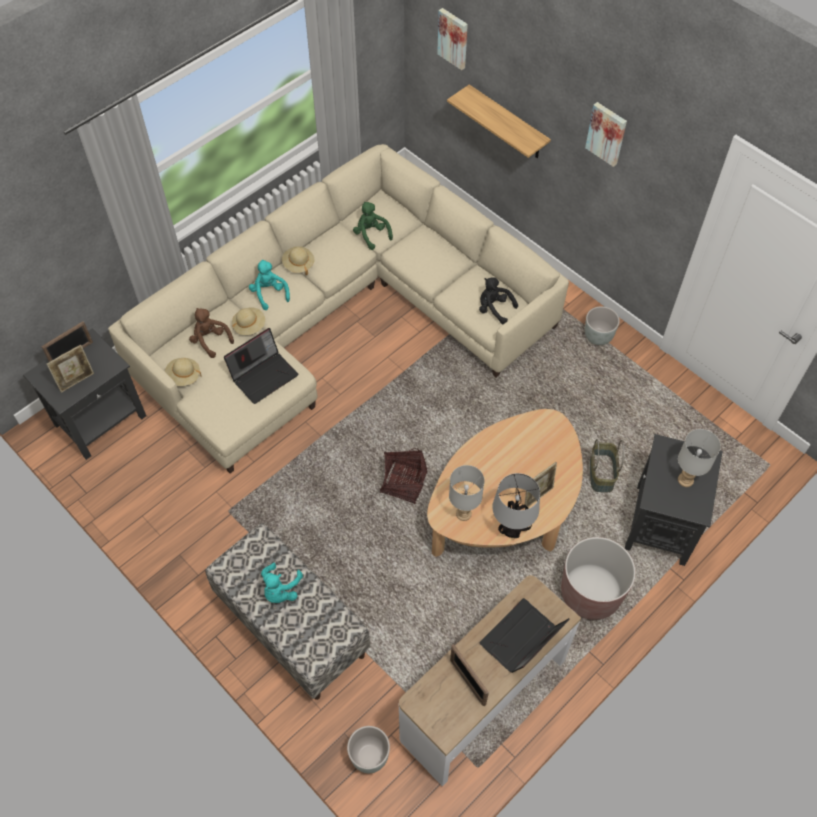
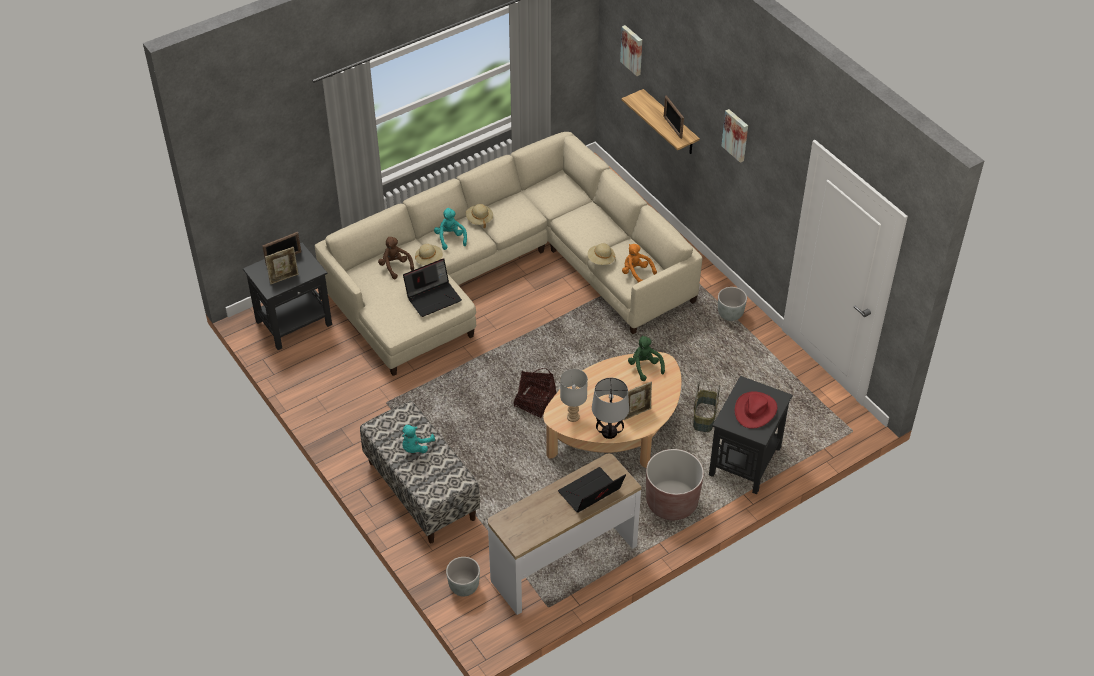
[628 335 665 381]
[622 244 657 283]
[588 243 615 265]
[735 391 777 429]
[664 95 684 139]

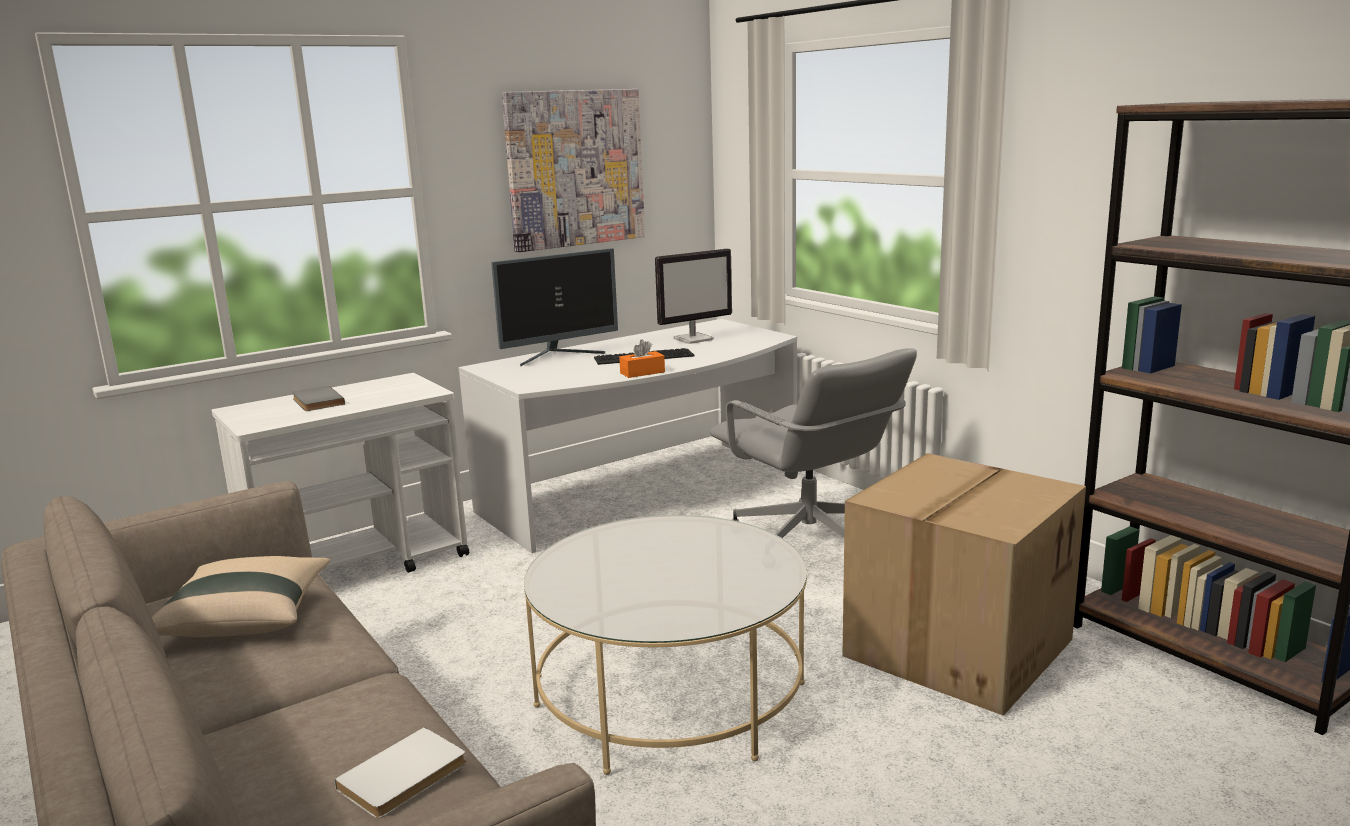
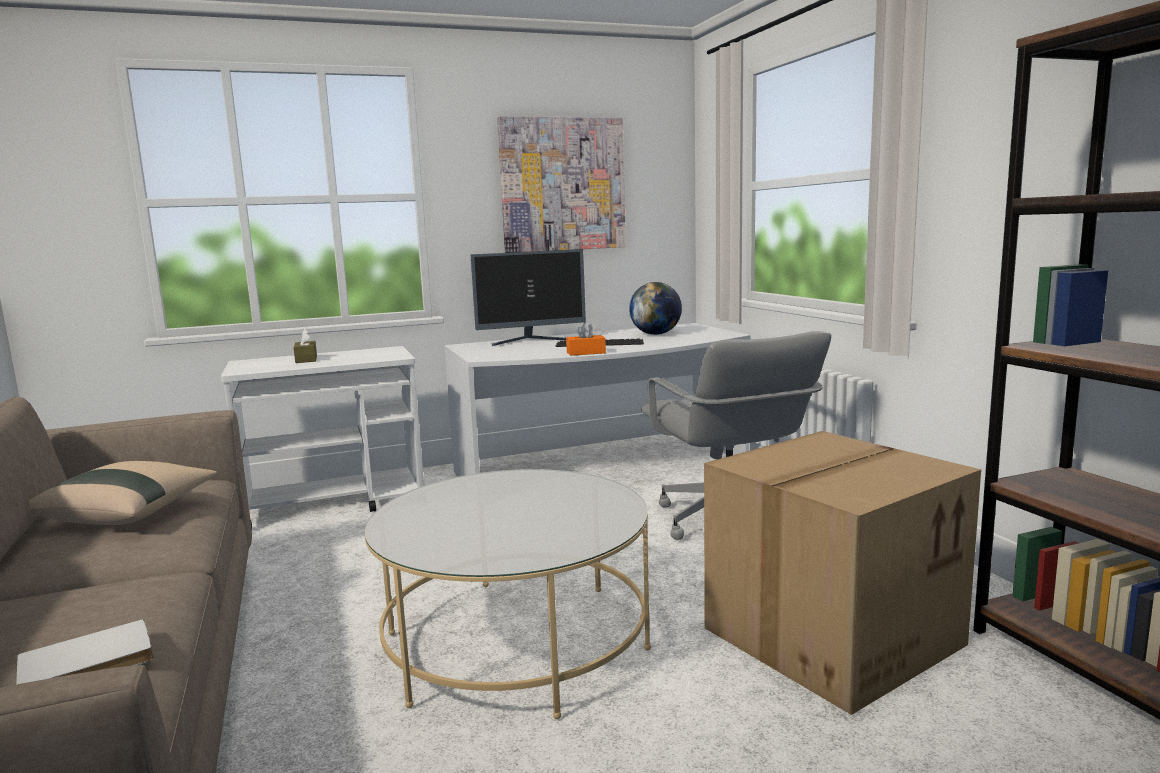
[629 282 682 335]
[293 328 317 363]

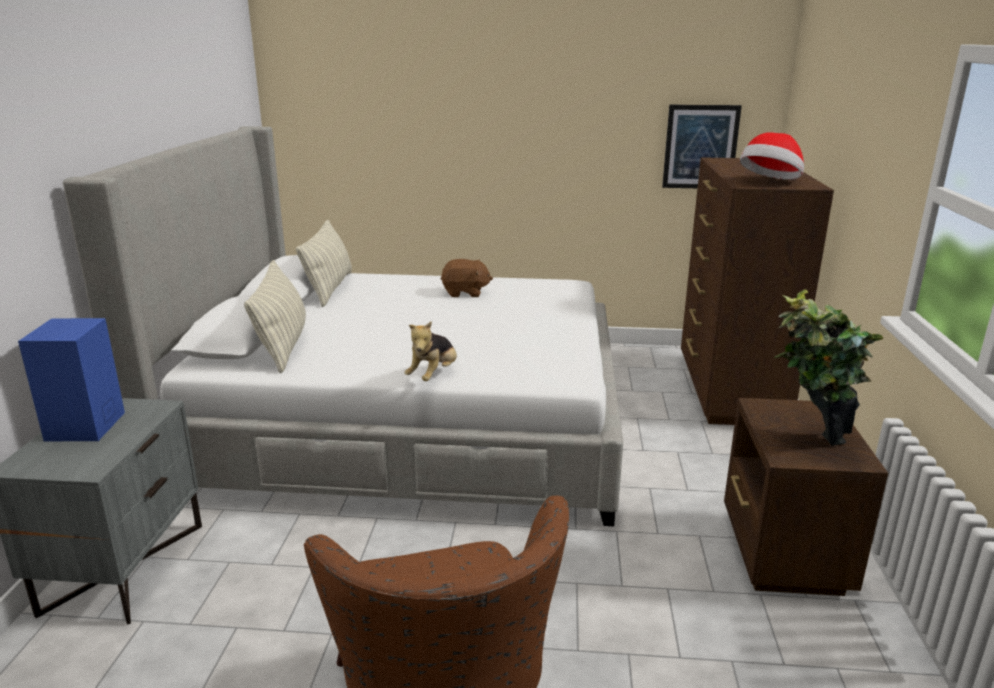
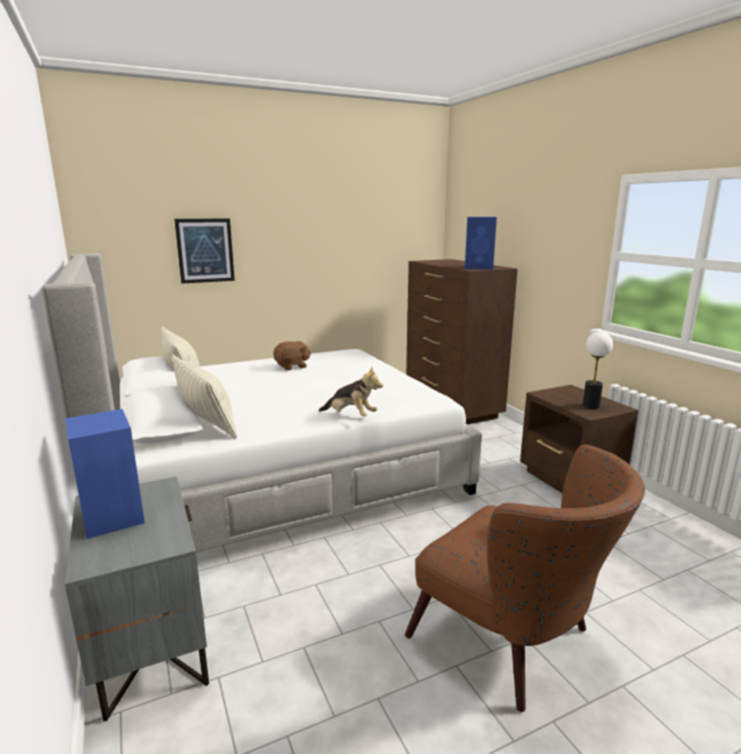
[174 218 235 284]
[465 217 497 269]
[583 332 613 409]
[319 367 383 416]

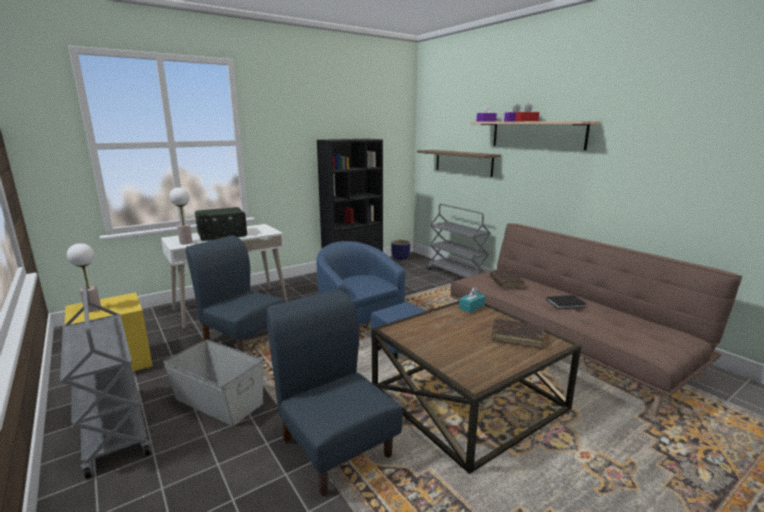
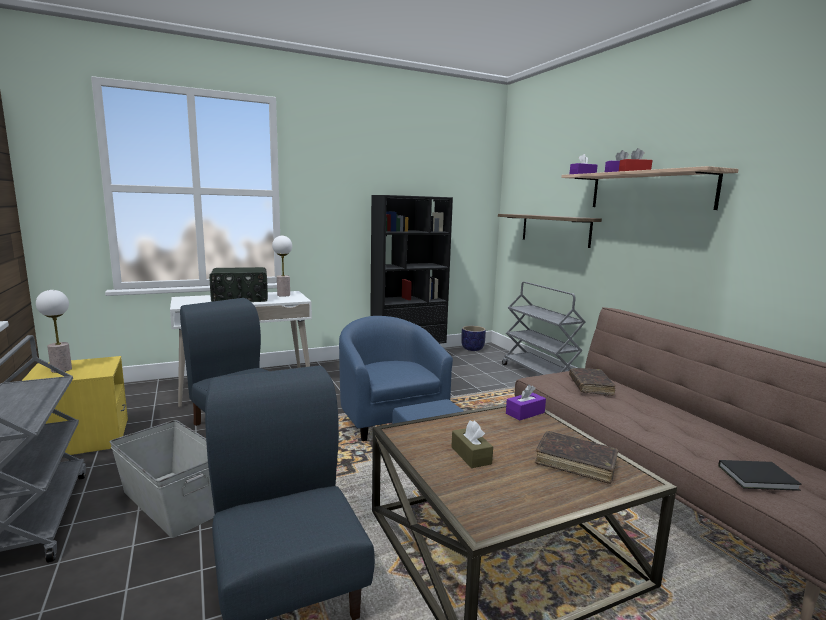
[272 236 292 297]
[506 385 546 421]
[718 460 802 491]
[451 421 493 468]

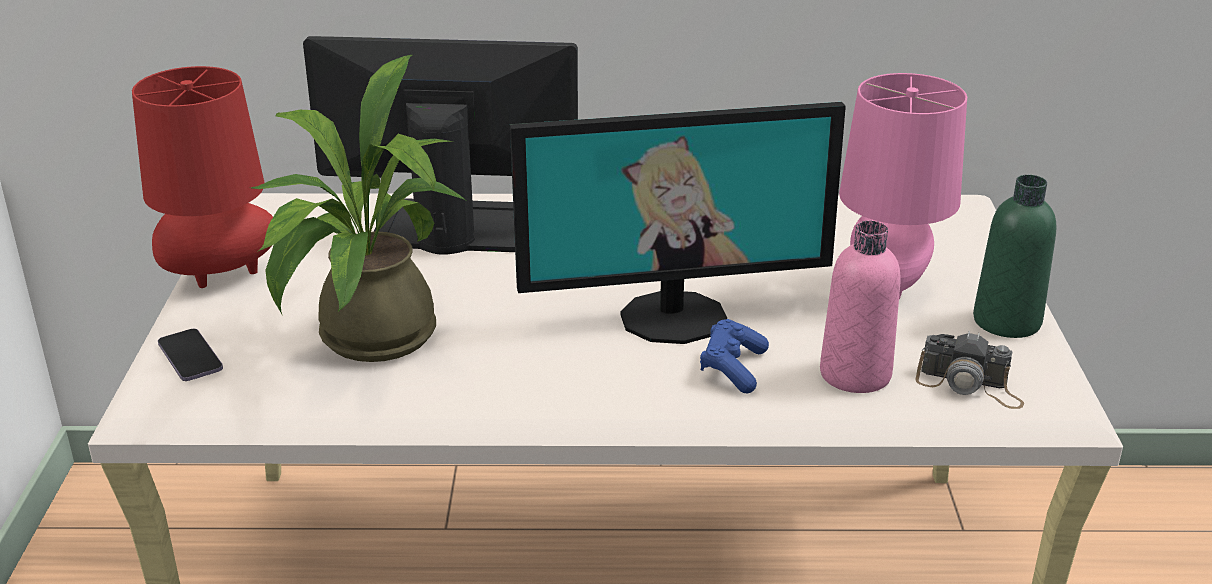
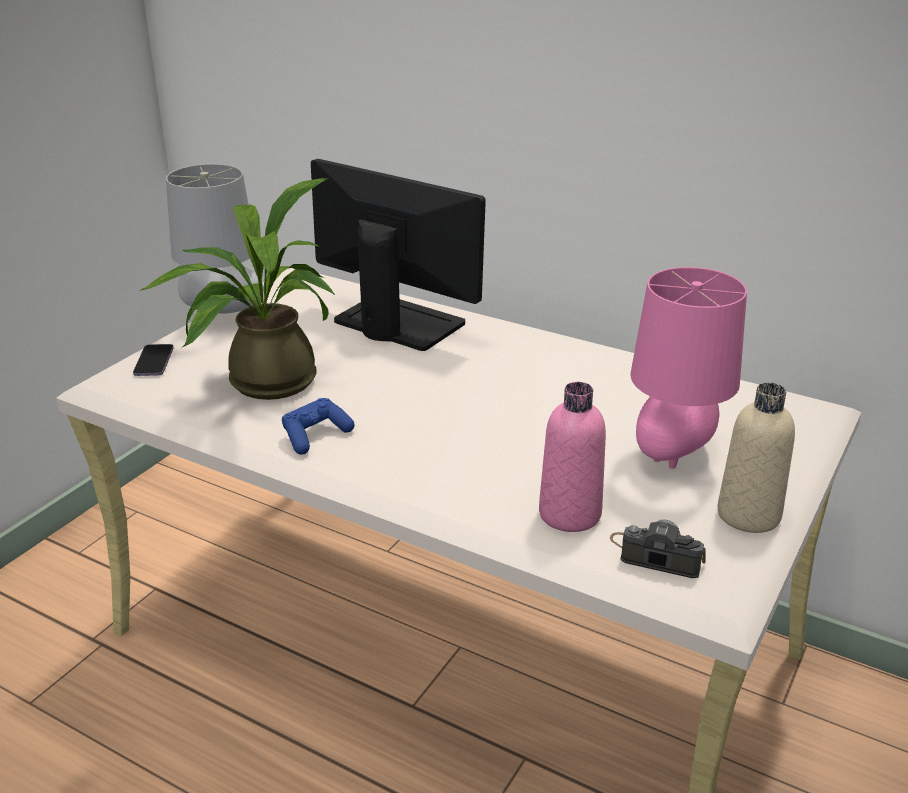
[166 164 264 313]
[510 102 846 344] (first image)
[717 383 795 533]
[282 398 355 455]
[610 519 706 578]

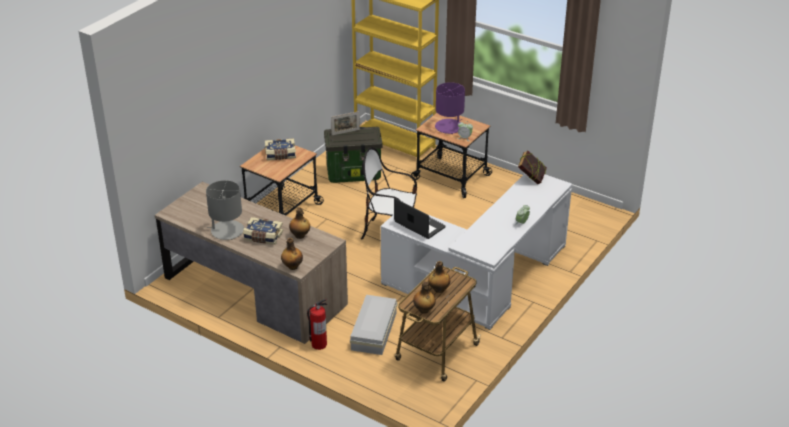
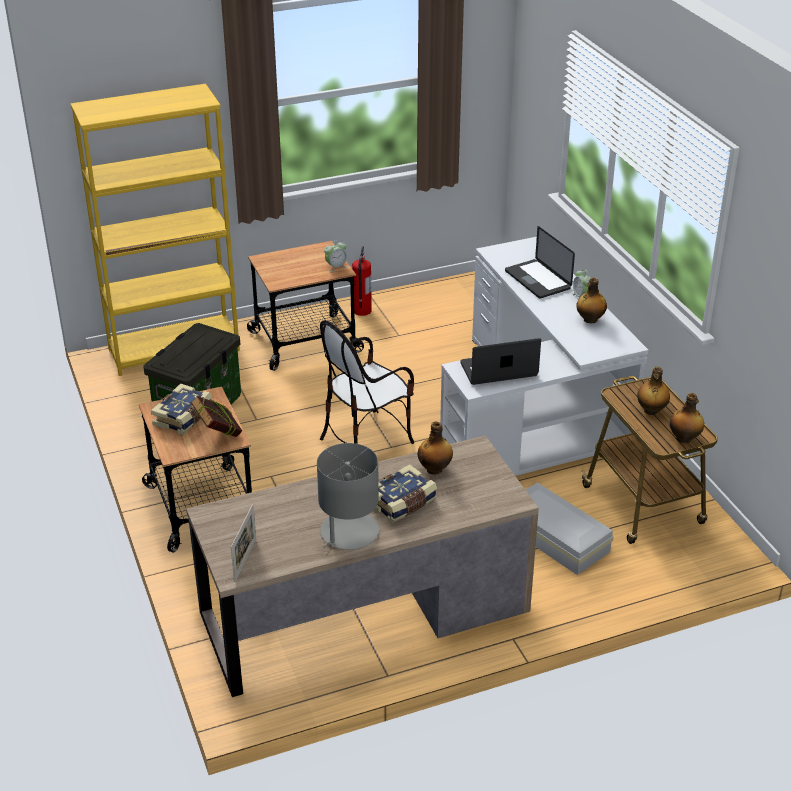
[435 82 465 134] (first image)
[231 504 256 582]
[190 396 242 437]
[577 278 607 323]
[352 246 372 316]
[505 226 575 299]

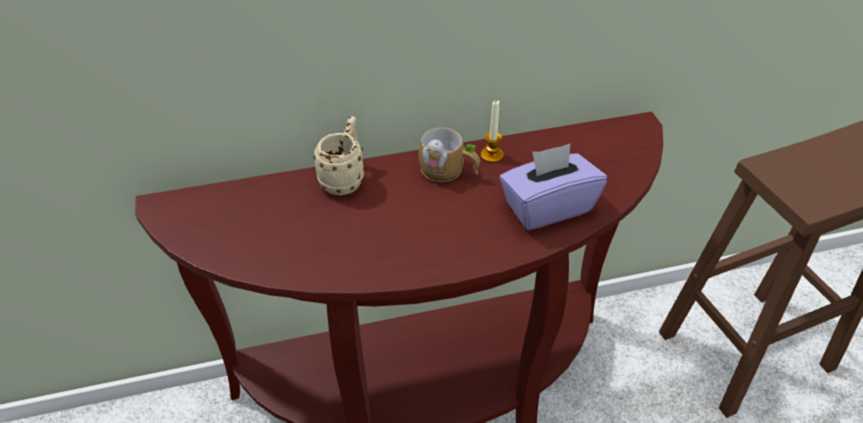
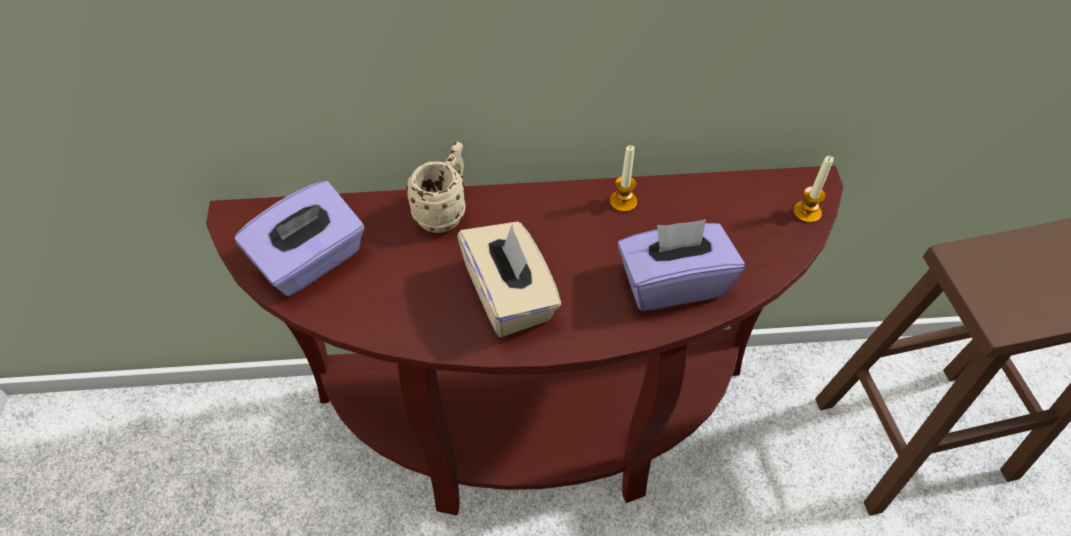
[419 127 480 182] (first image)
[793 156 834 223]
[235 181 365 296]
[457 221 561 337]

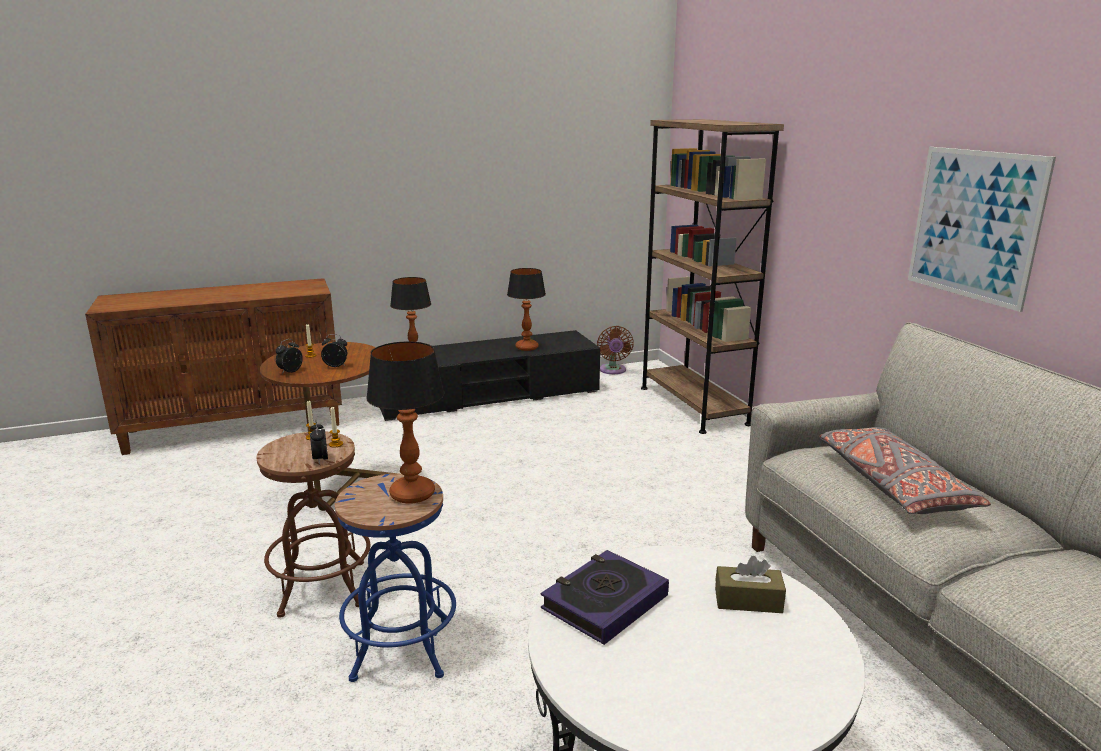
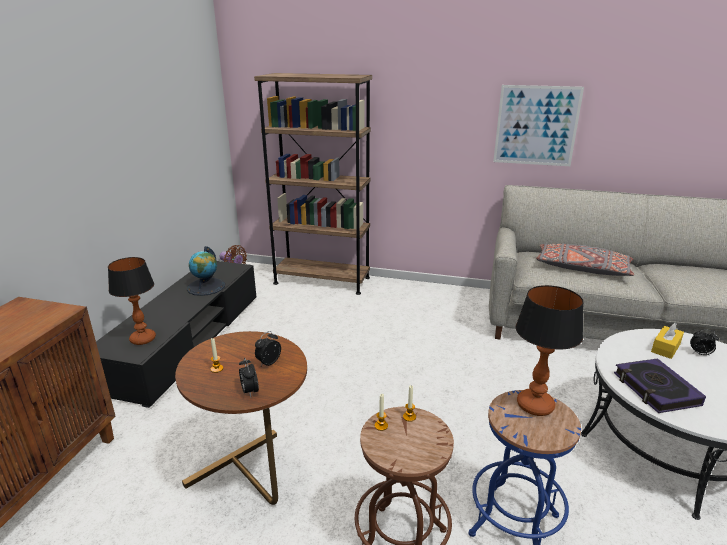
[187 246 225 296]
[690 329 719 355]
[651 323 684 359]

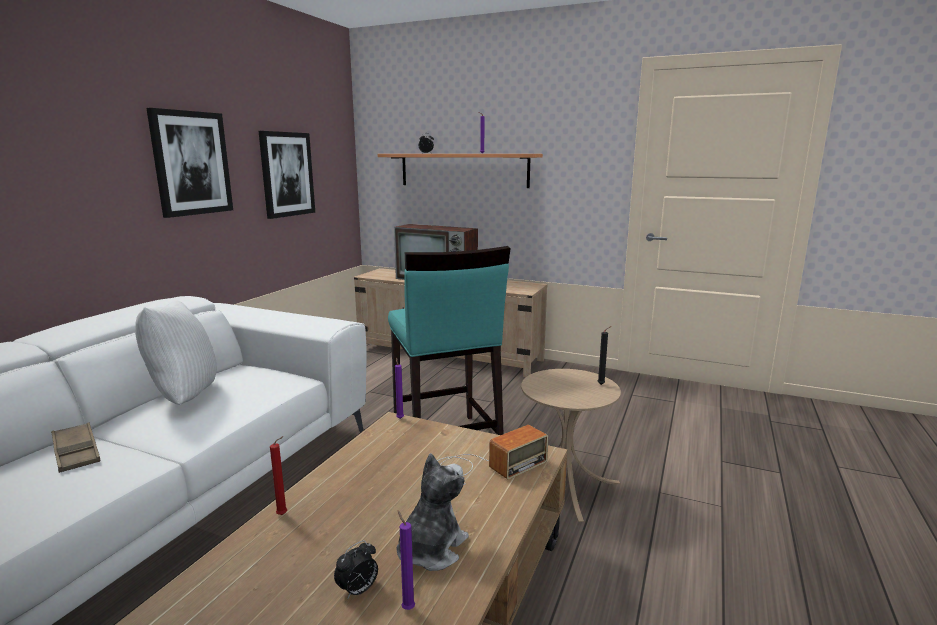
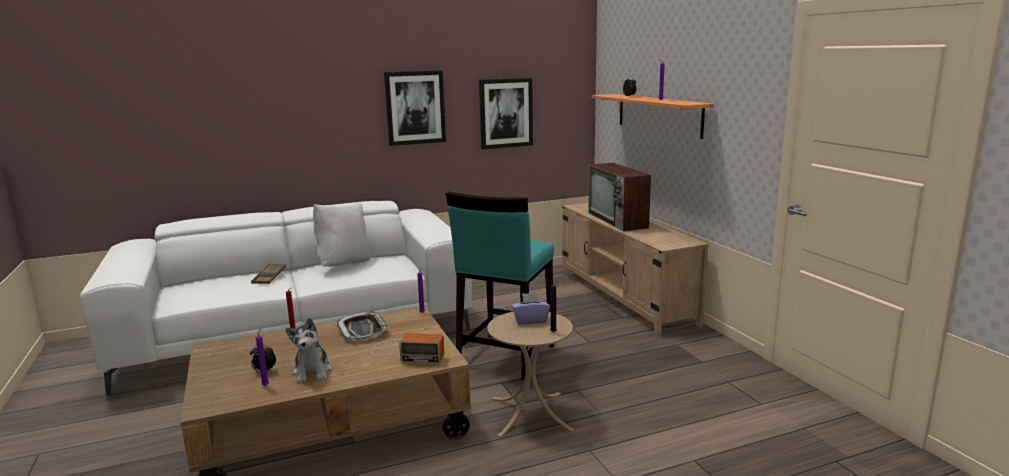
[285 318 332 384]
[512 293 550 324]
[336 311 390 341]

